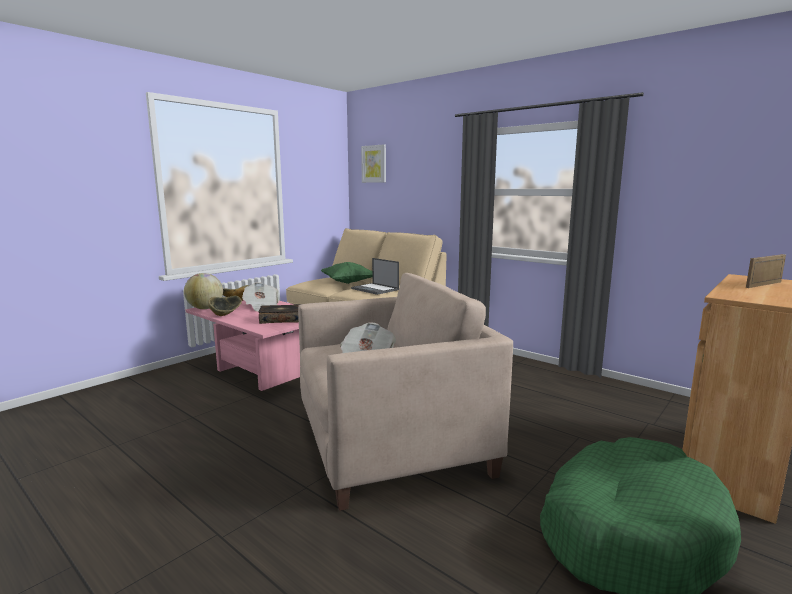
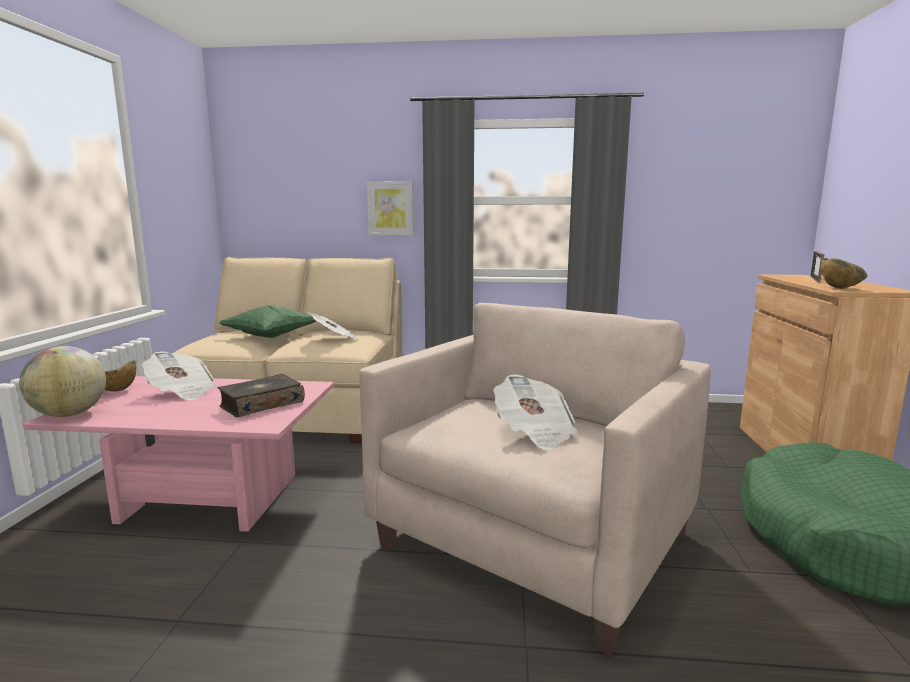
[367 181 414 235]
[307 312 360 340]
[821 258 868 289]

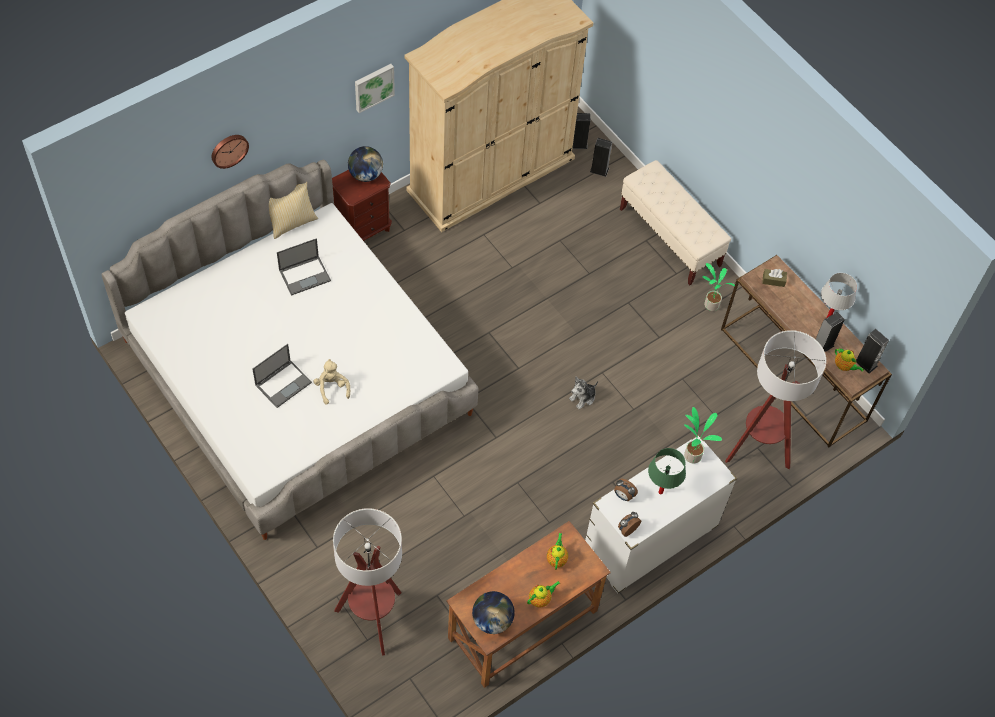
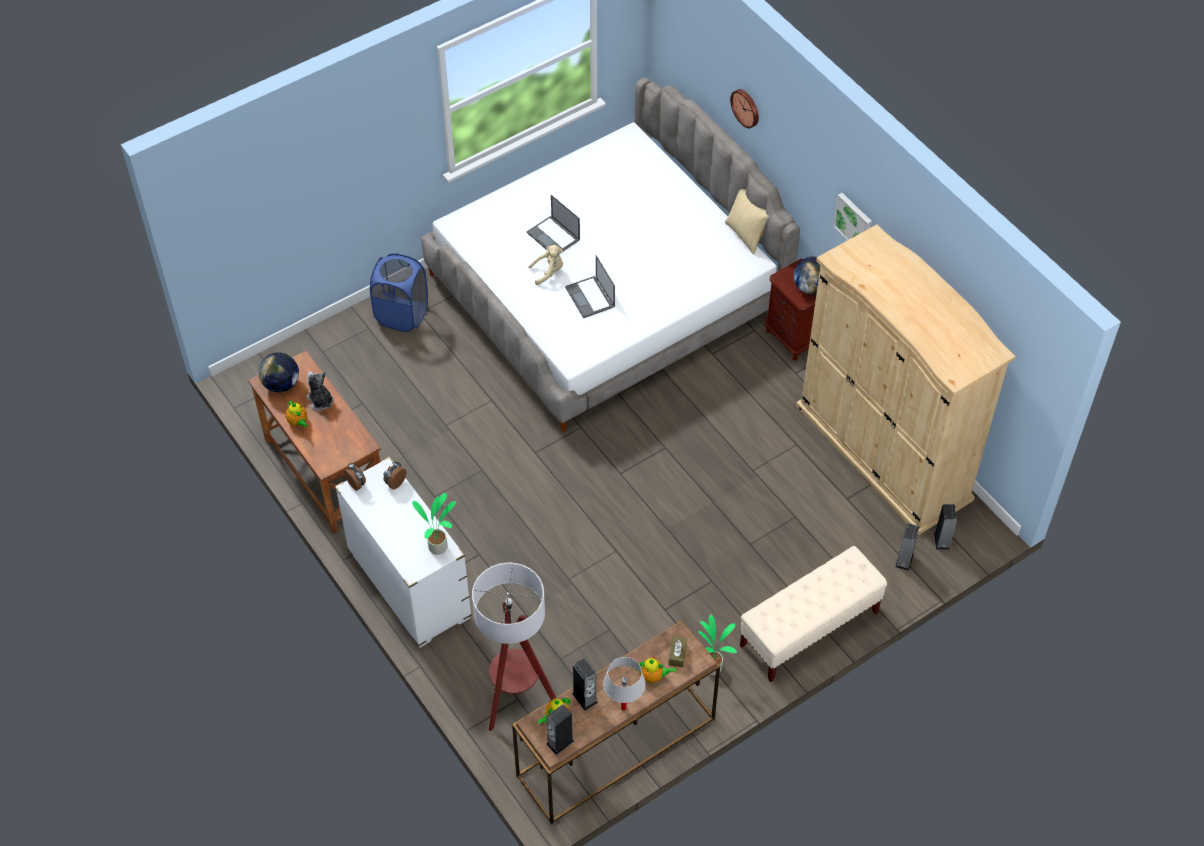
[565 255 615 318]
[306 371 334 411]
[648 448 686 494] (first image)
[333 508 402 656] (first image)
[636 657 676 683]
[370 253 428 332]

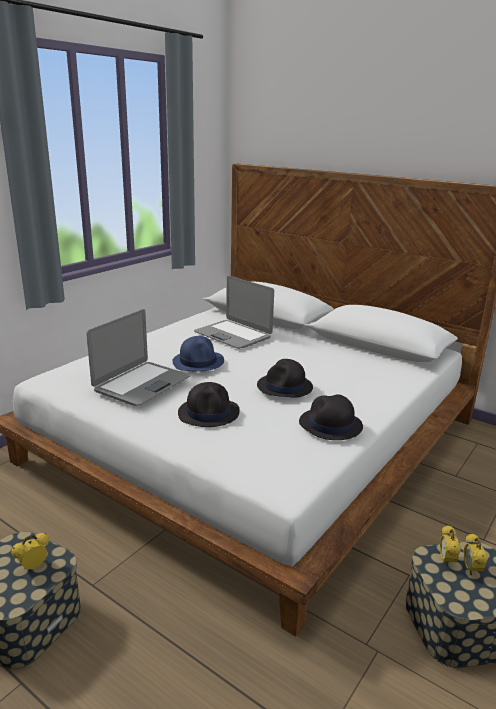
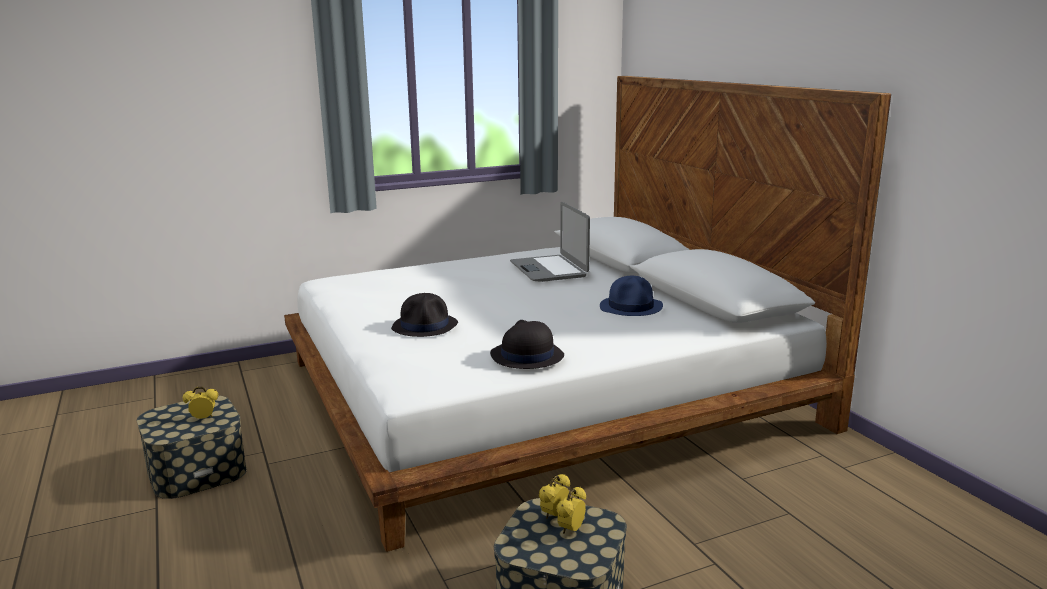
[86 309 190 406] (first image)
[600 276 663 316]
[257 359 313 398] (first image)

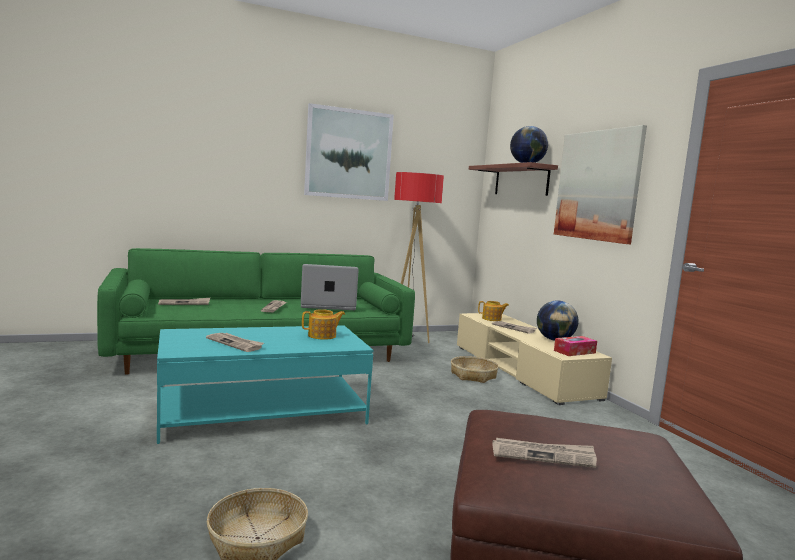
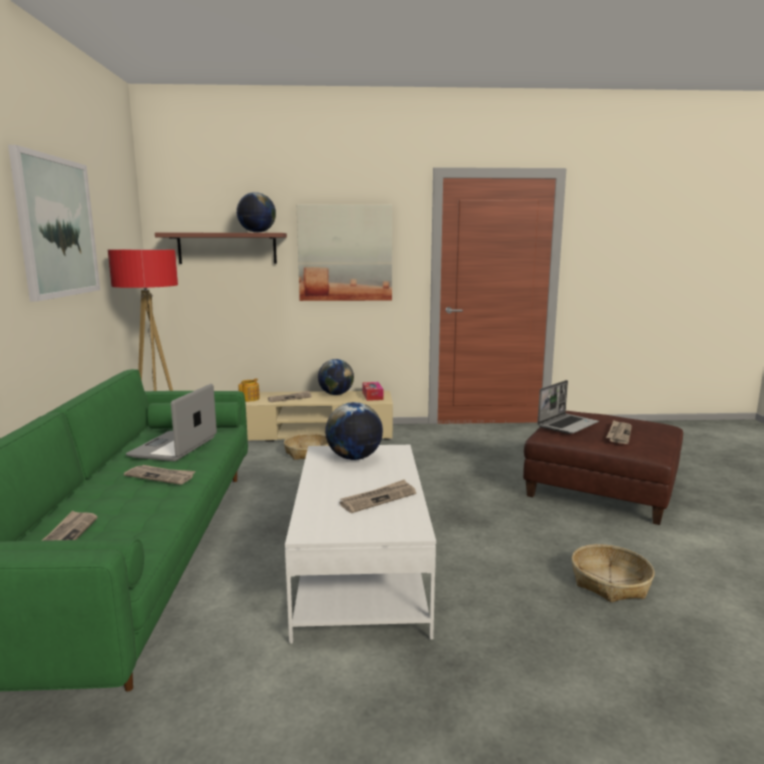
[325 402 383 460]
[285 445 436 644]
[537 380 599 434]

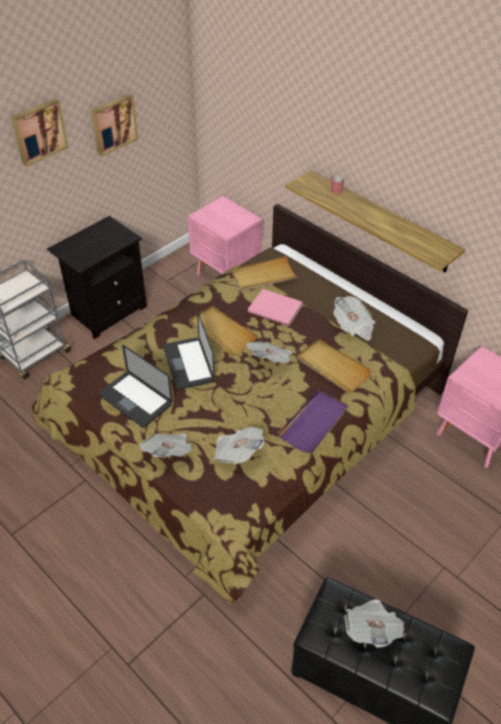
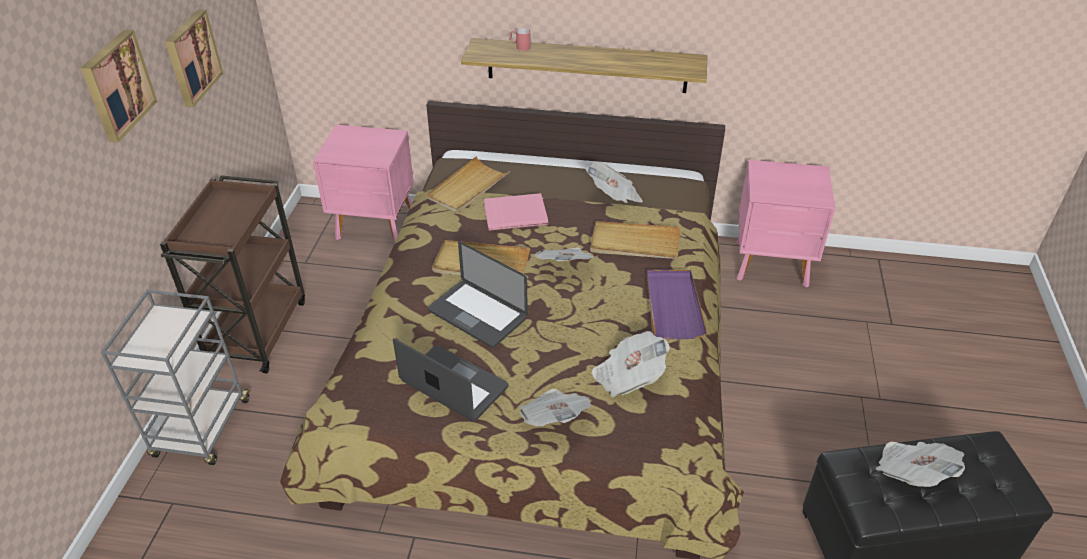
[160 175 305 373]
[393 338 509 422]

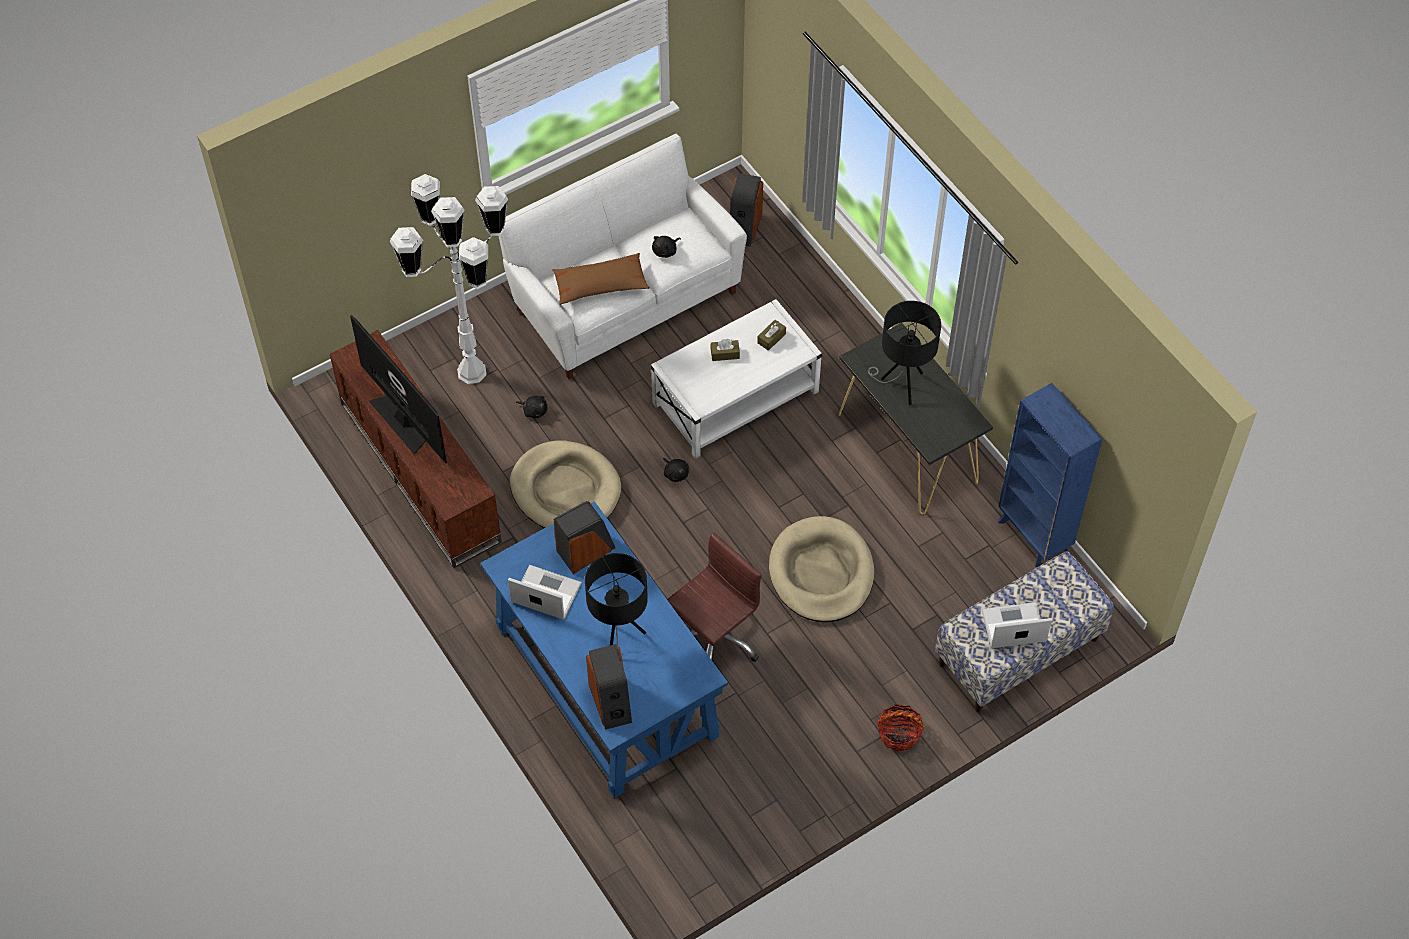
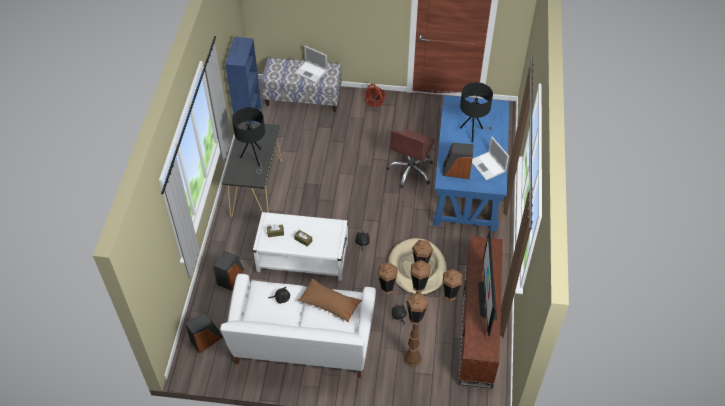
[378 240 462 367]
[769 516 874 622] (first image)
[386 128 435 188]
[213 251 244 291]

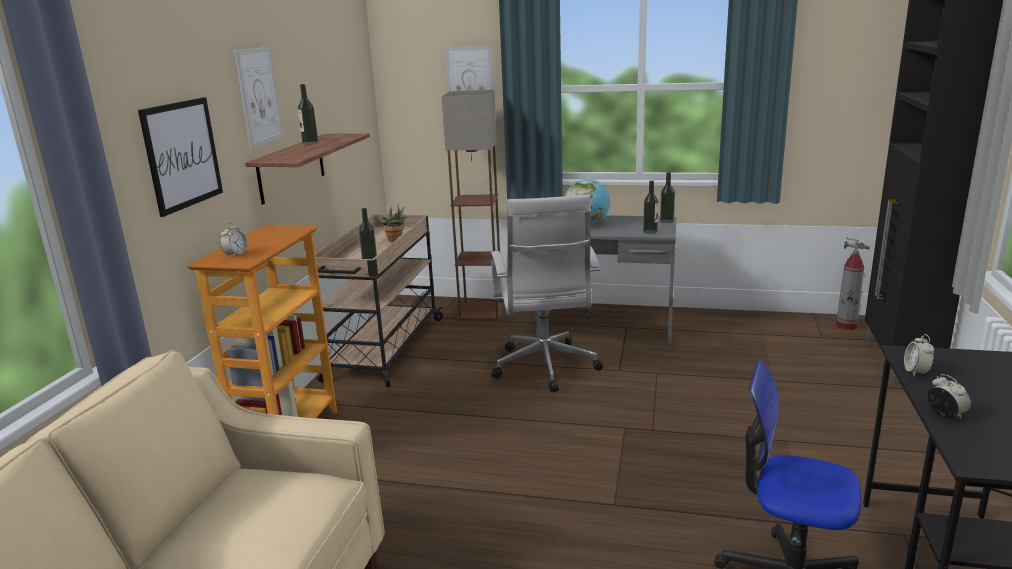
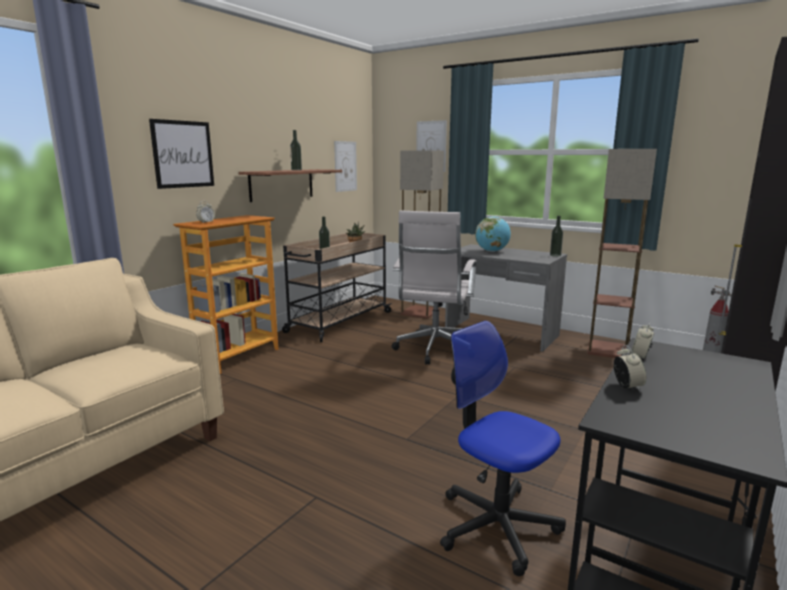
[334 141 357 192]
[643 180 659 234] (first image)
[587 149 657 358]

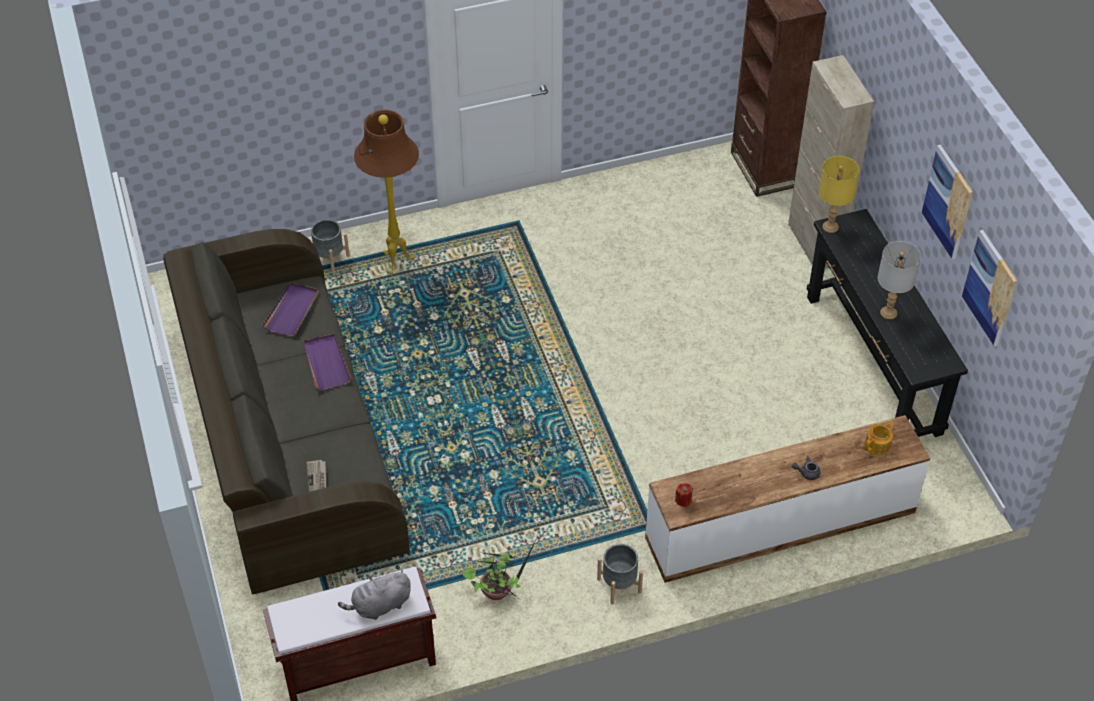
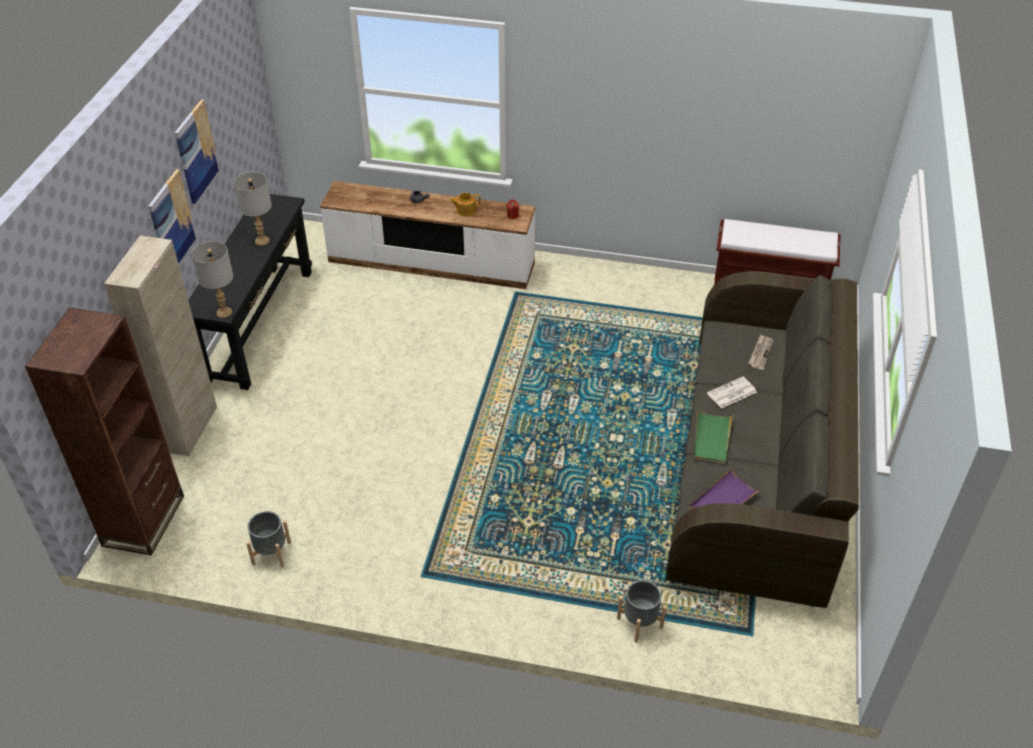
[354 110 419 274] (first image)
[191 241 233 318]
[148 169 196 264]
[694 409 733 464]
[450 193 480 217]
[462 538 537 601] (first image)
[246 511 291 568]
[338 570 411 620] (first image)
[707 377 757 408]

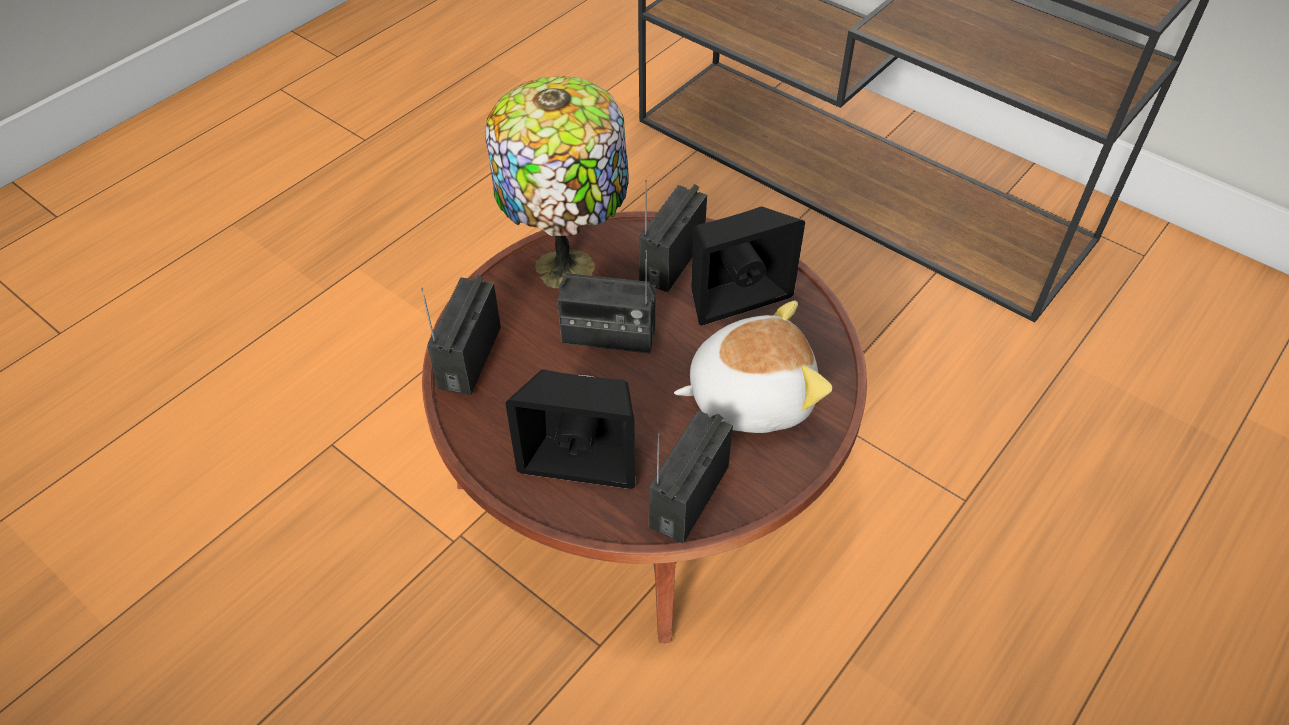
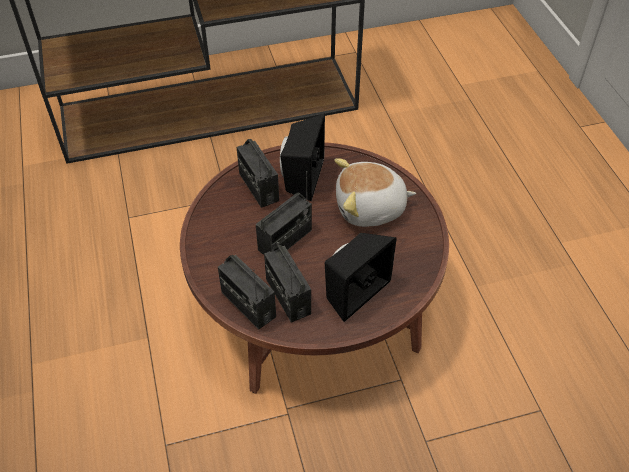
[485 76 629 288] (first image)
[334 158 416 227]
[264 245 311 323]

